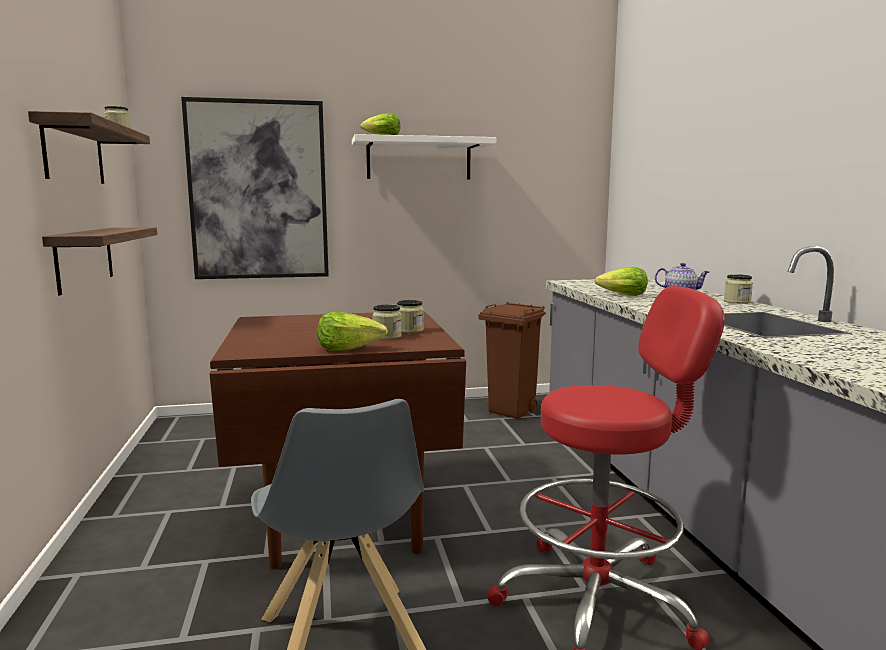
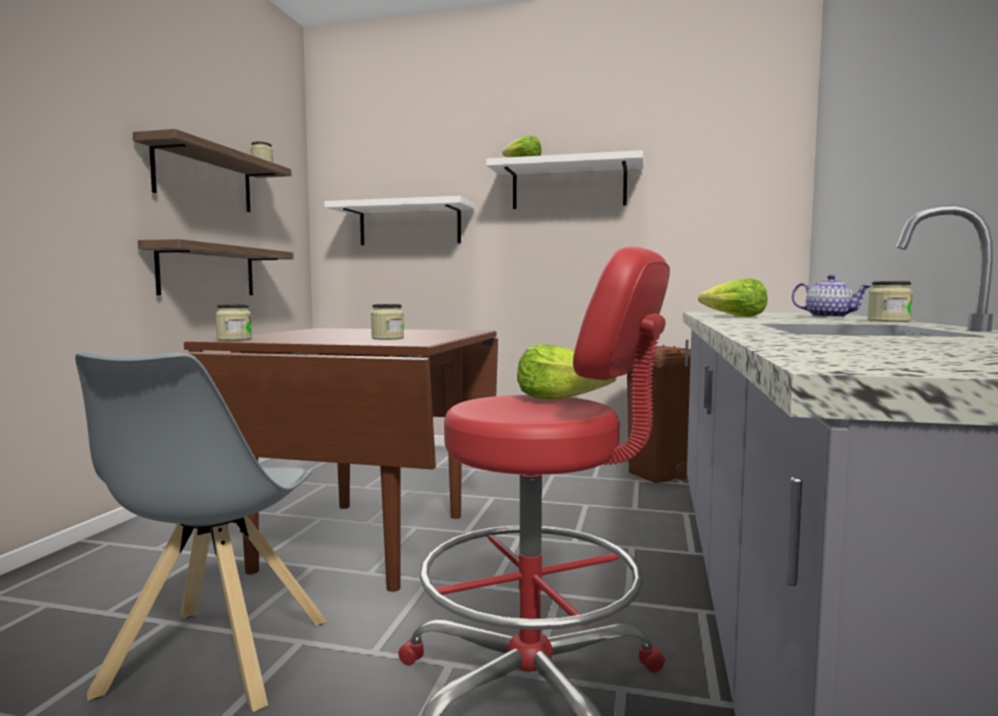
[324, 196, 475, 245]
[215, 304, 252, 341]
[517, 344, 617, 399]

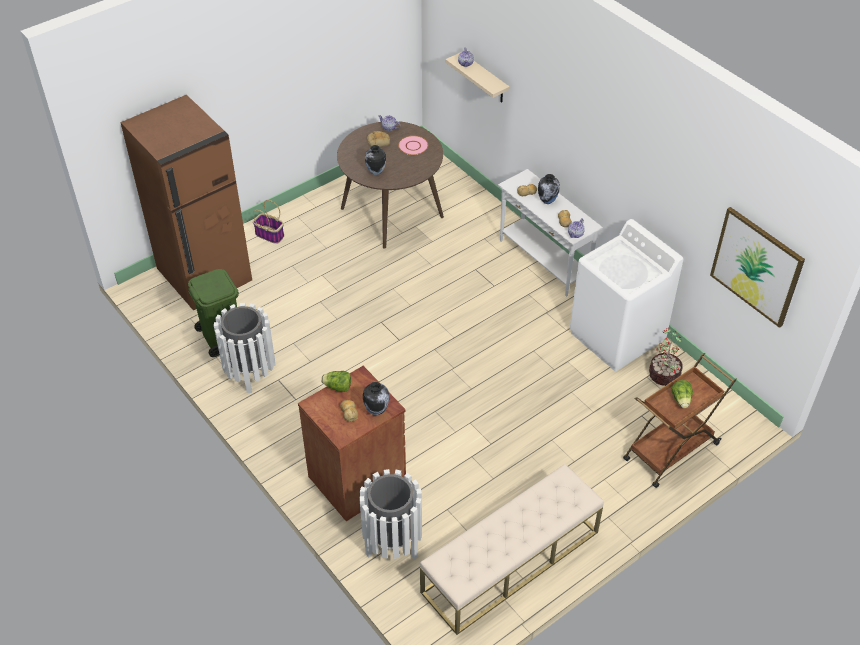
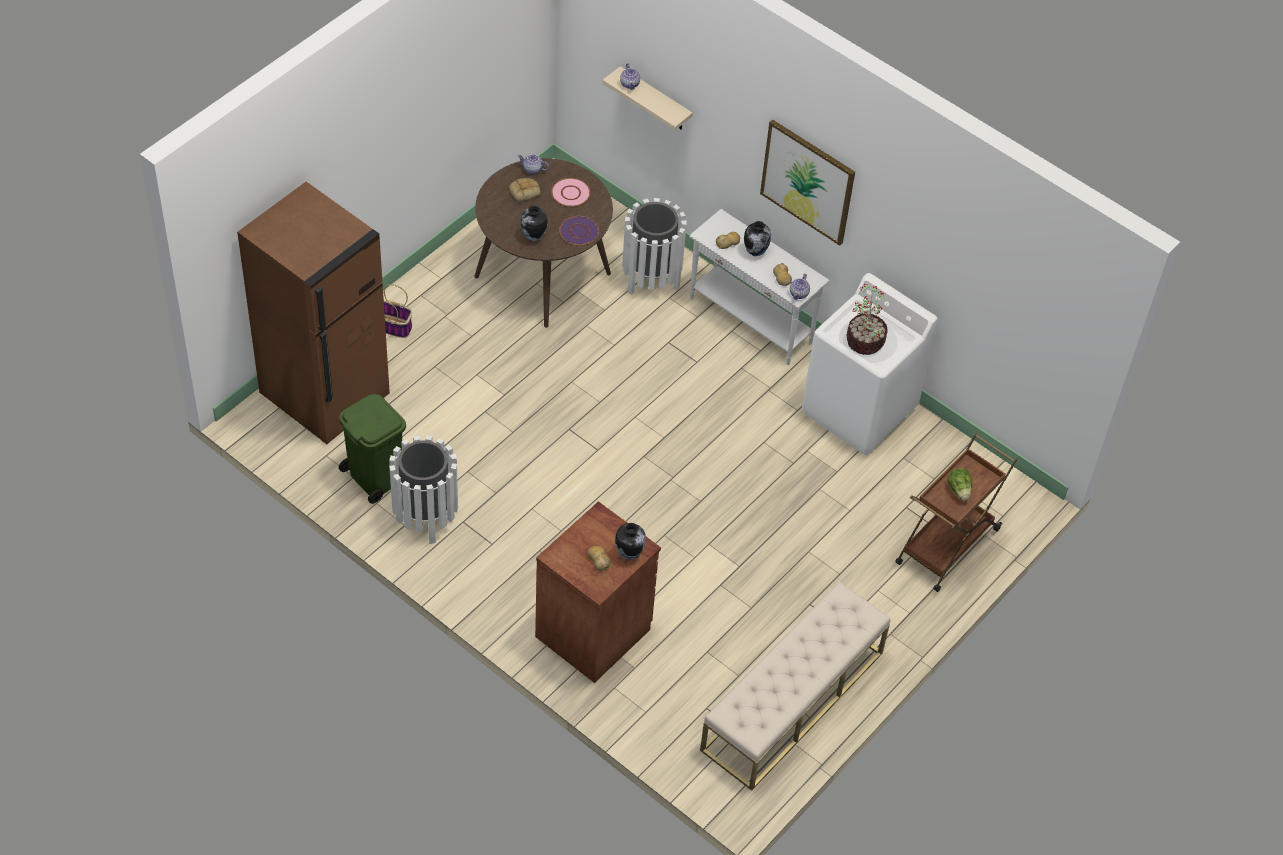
[760, 119, 855, 246]
[846, 284, 887, 355]
[321, 371, 351, 392] (first image)
[622, 198, 687, 295]
[559, 216, 599, 245]

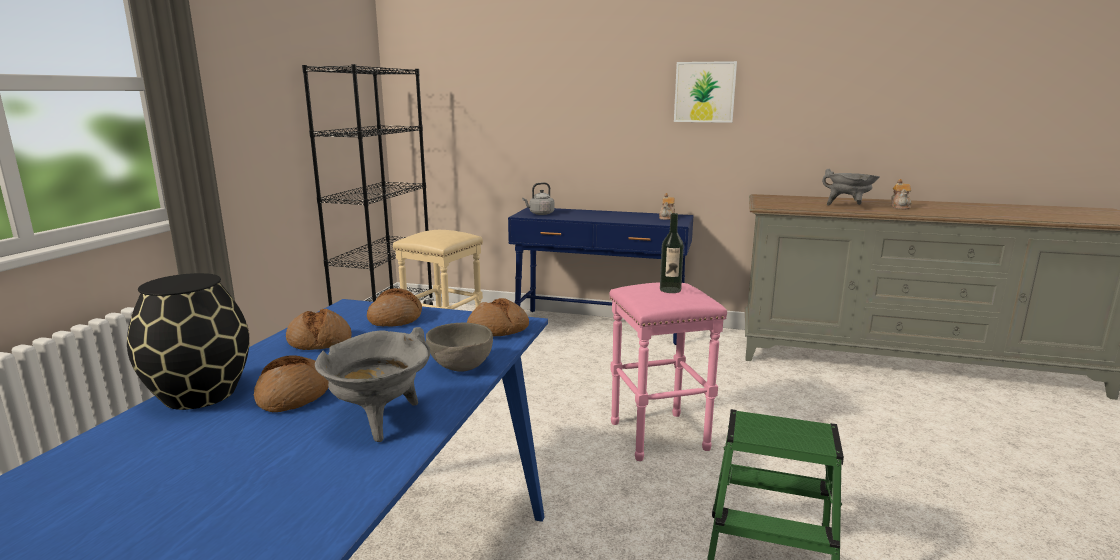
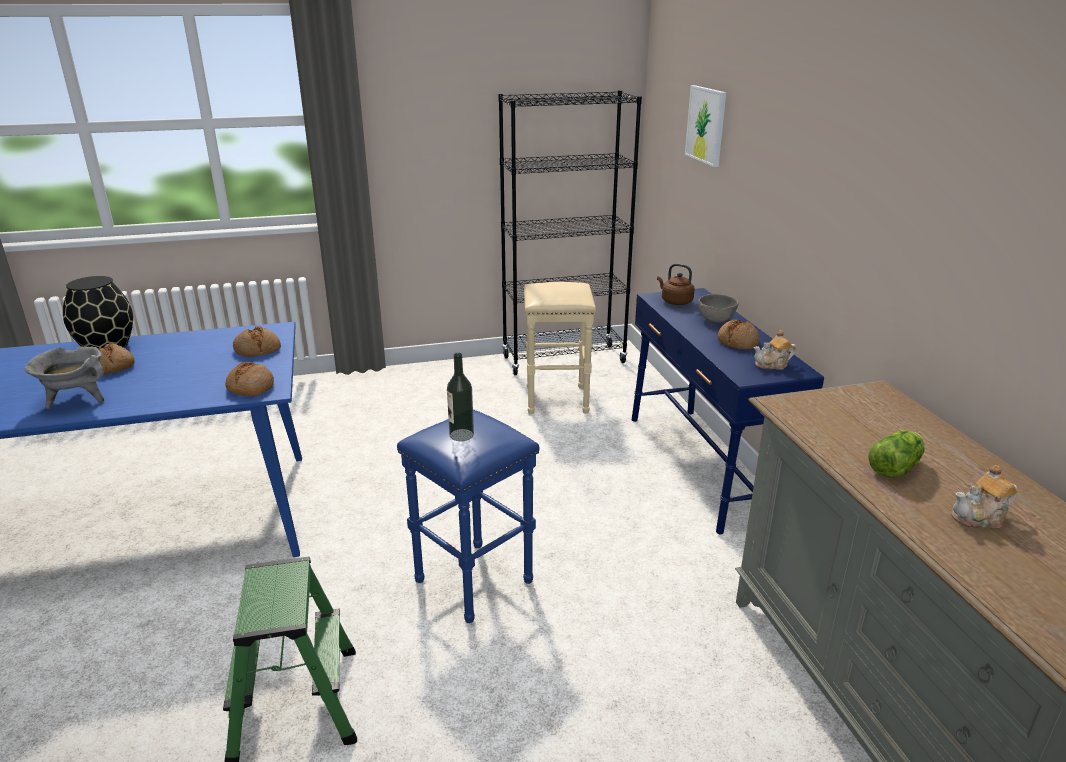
[685, 85, 726, 167]
[868, 430, 925, 478]
[657, 263, 695, 305]
[397, 409, 540, 623]
[718, 319, 760, 349]
[698, 294, 738, 323]

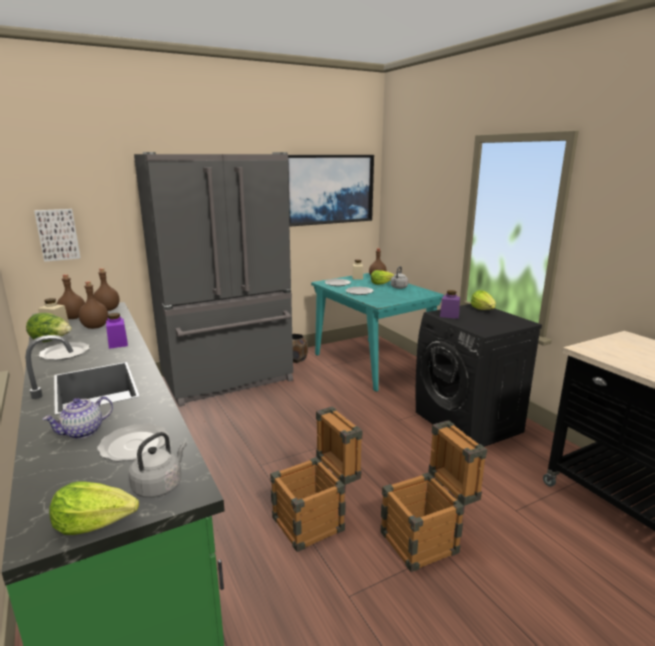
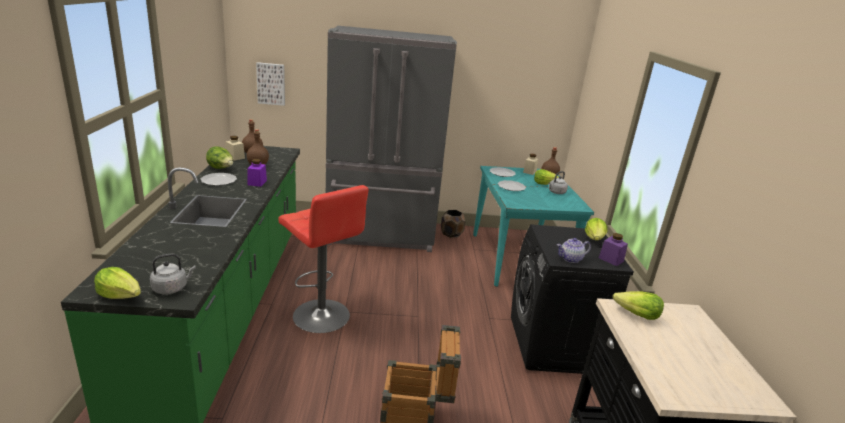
[288, 155, 374, 227] (first image)
[94, 268, 120, 311] (first image)
[599, 233, 628, 266]
[557, 238, 591, 263]
[270, 406, 363, 552] (first image)
[97, 424, 169, 461] (first image)
[278, 185, 369, 333]
[613, 291, 664, 320]

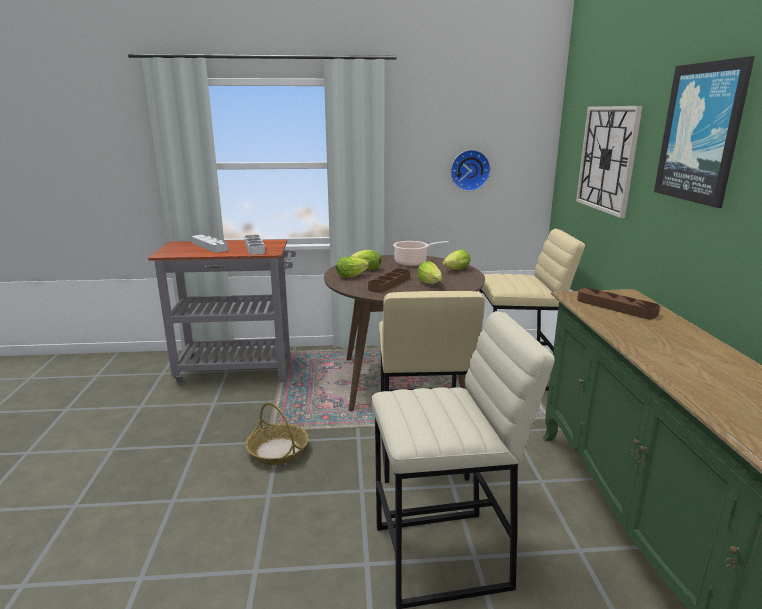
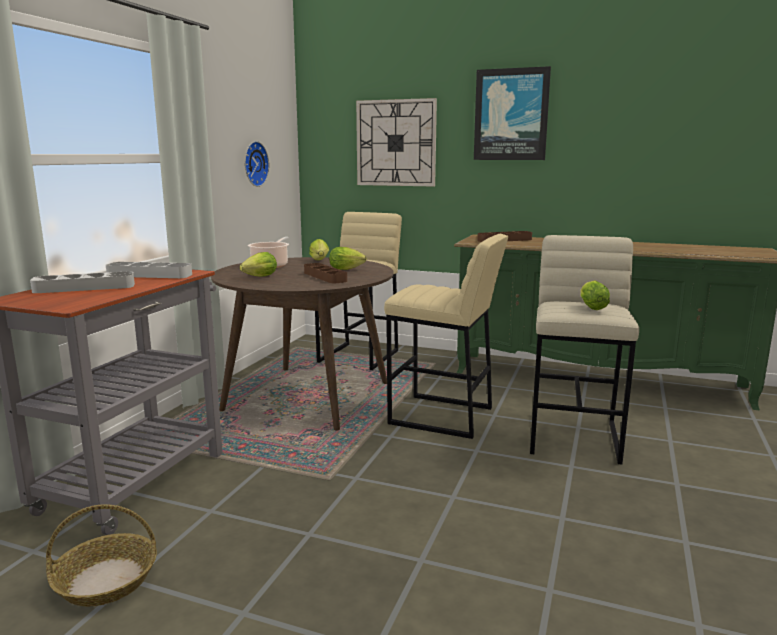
[580, 281, 610, 310]
[46, 504, 157, 607]

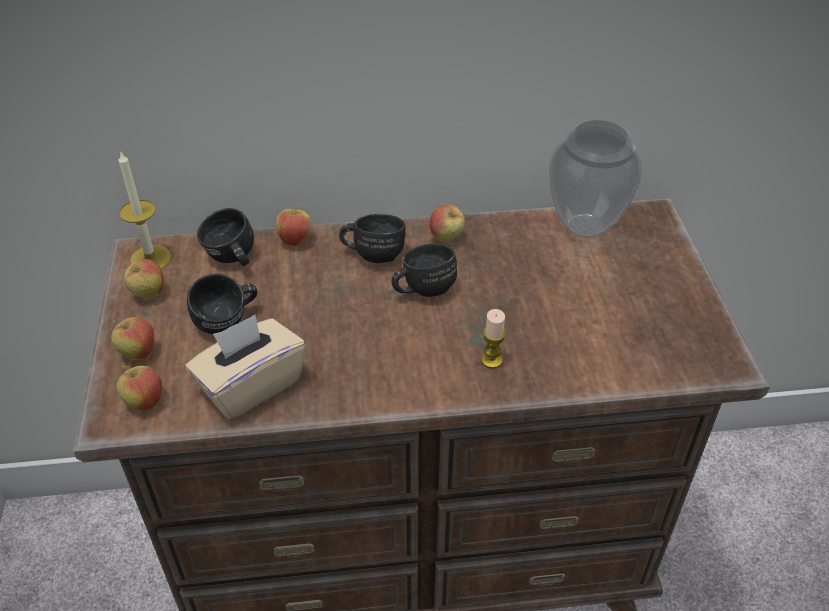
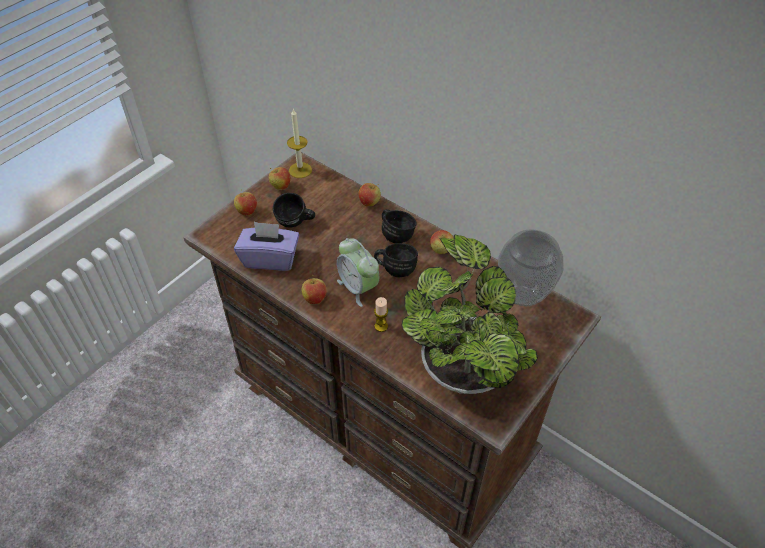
[197, 208, 254, 266] (first image)
[234, 222, 299, 271]
[302, 275, 327, 304]
[401, 235, 538, 394]
[337, 238, 379, 307]

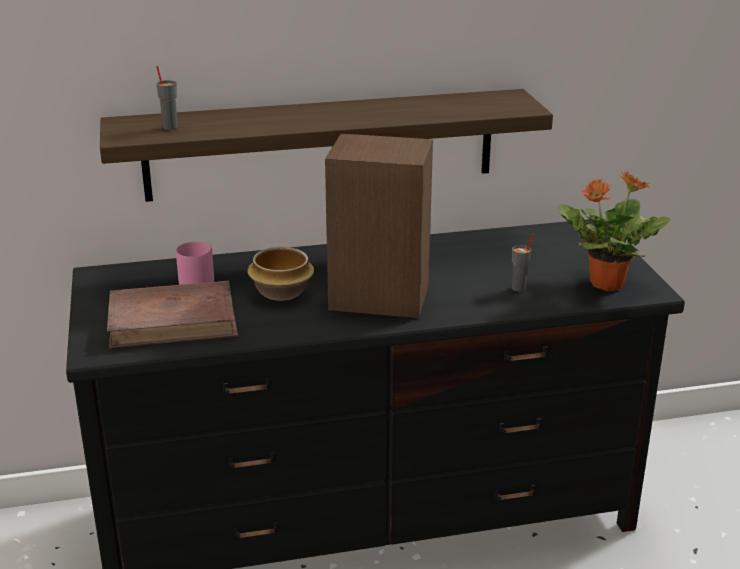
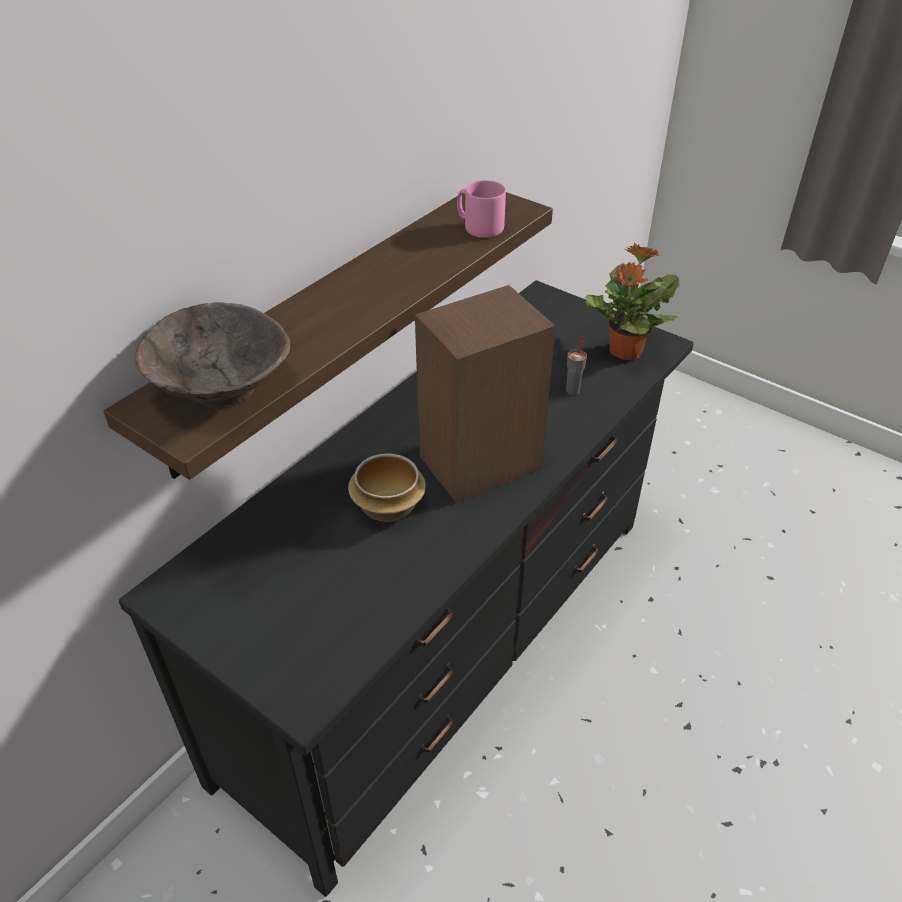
[135, 302, 290, 408]
[457, 180, 506, 238]
[107, 281, 238, 349] (first image)

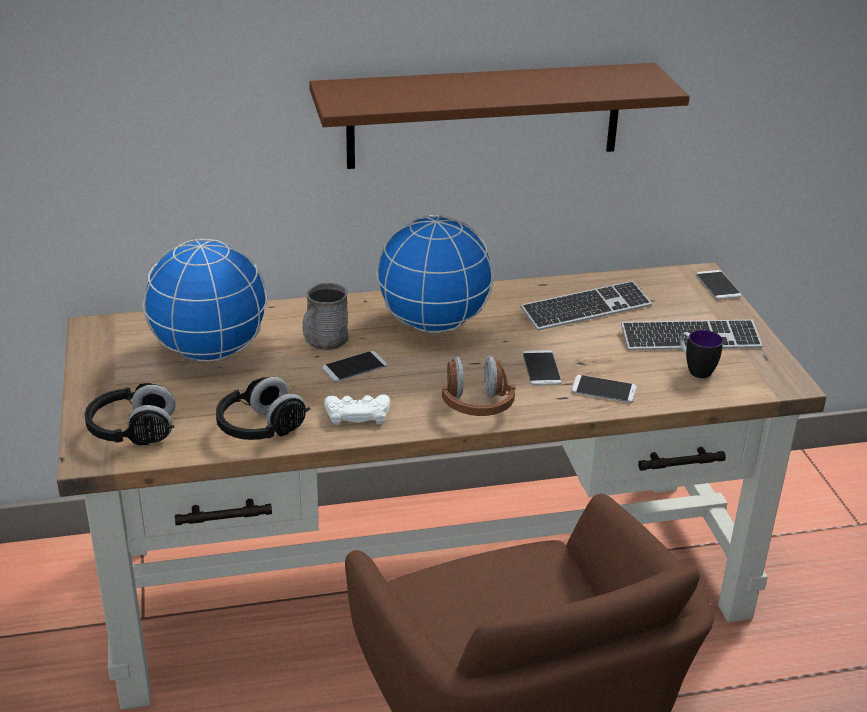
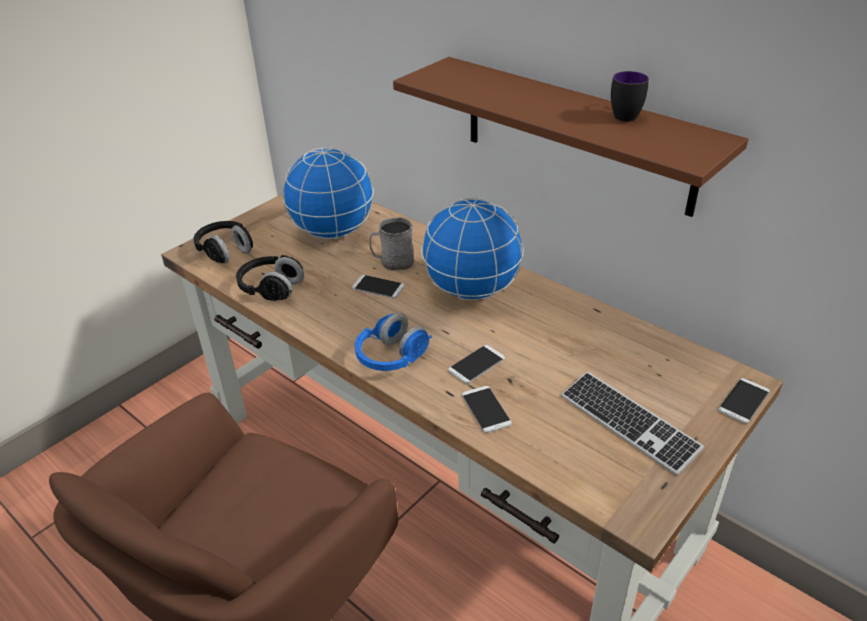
[520, 281, 652, 331] (first image)
[611, 71, 649, 122]
[355, 313, 432, 371]
[324, 395, 390, 425] (first image)

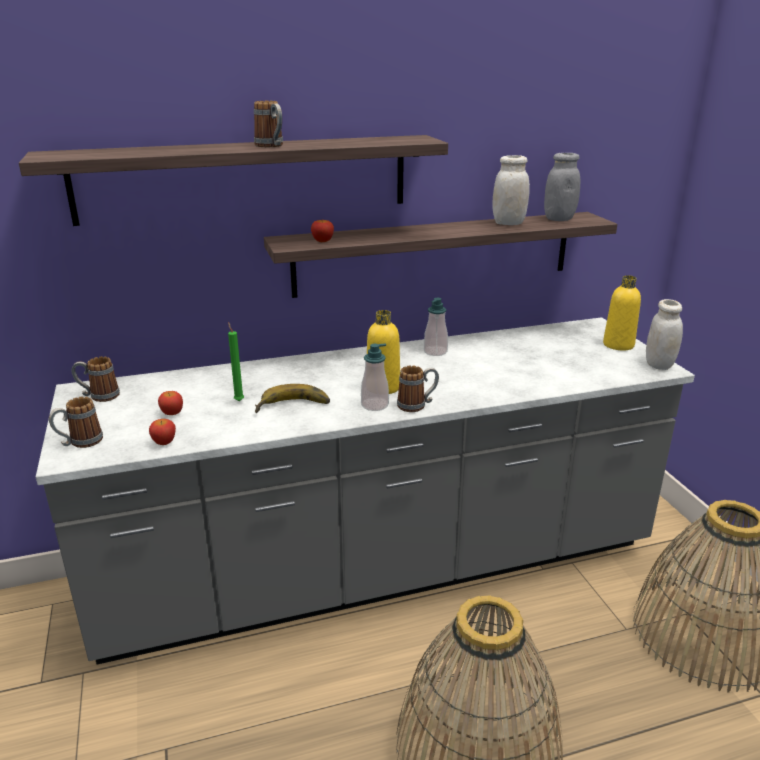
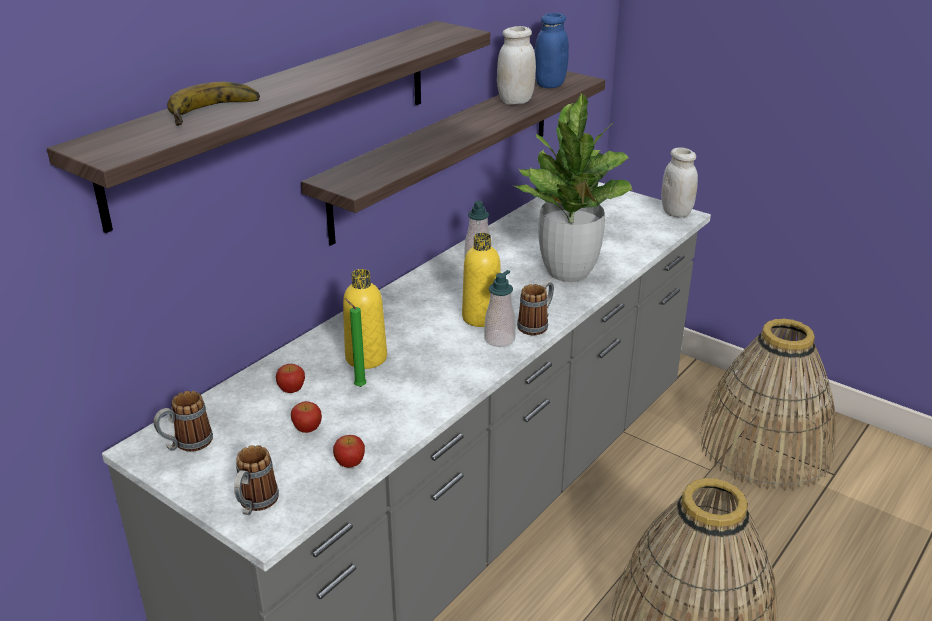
[254, 101, 283, 147] (first image)
[535, 13, 569, 88]
[276, 364, 305, 393]
[343, 269, 387, 369]
[167, 82, 260, 126]
[513, 93, 633, 282]

